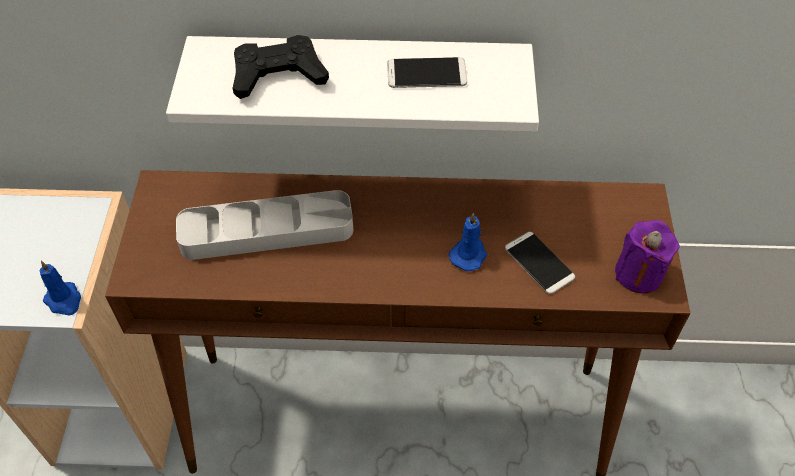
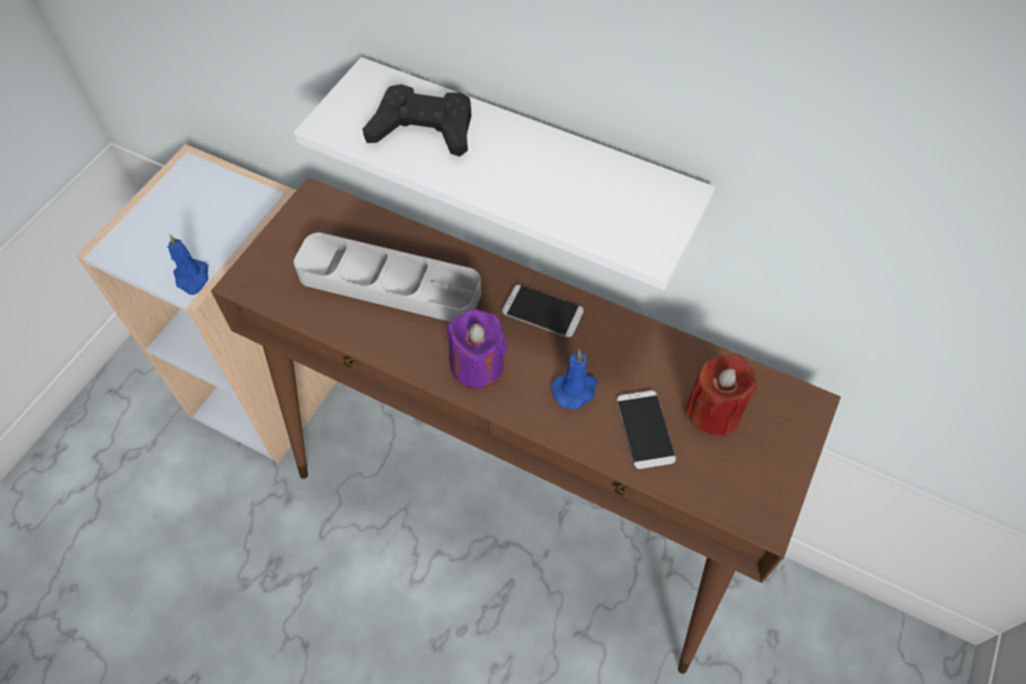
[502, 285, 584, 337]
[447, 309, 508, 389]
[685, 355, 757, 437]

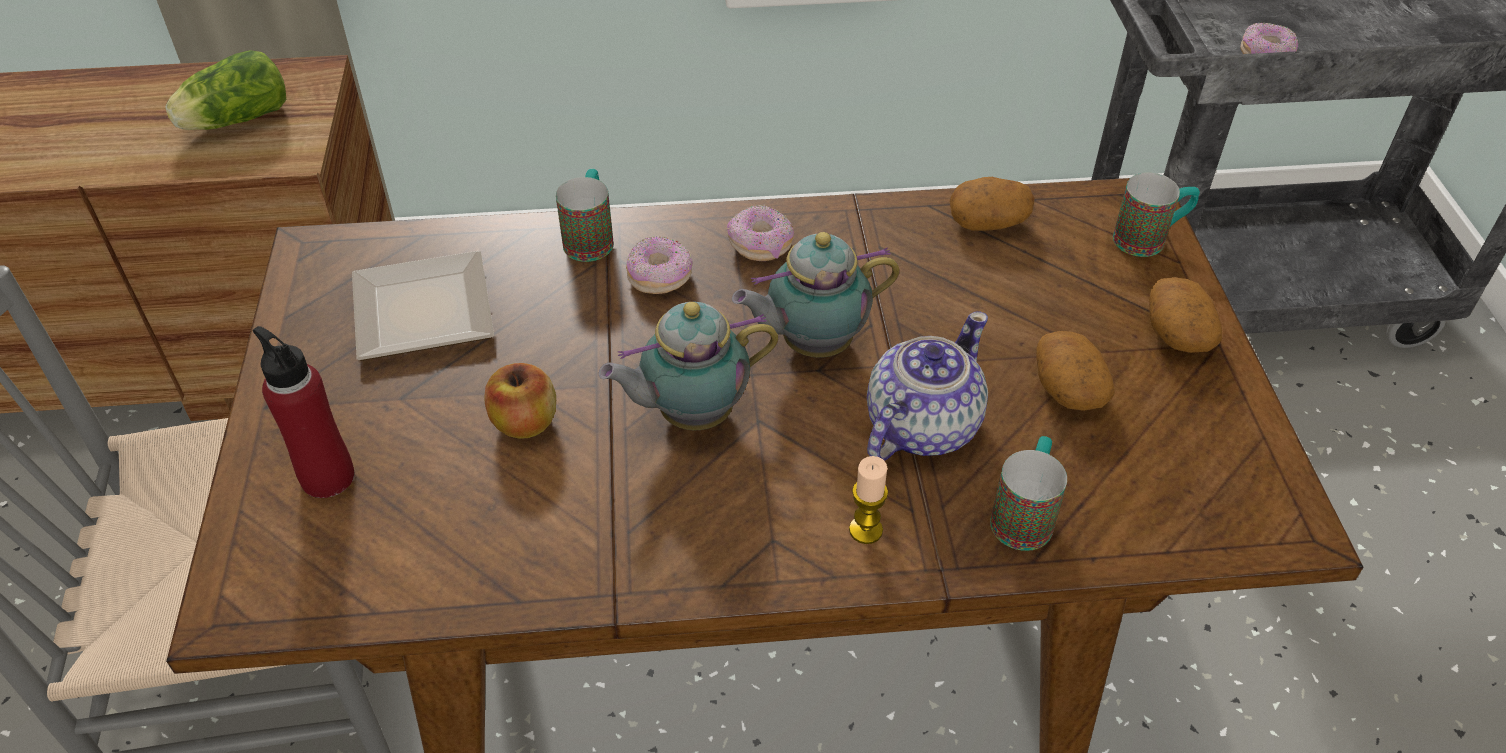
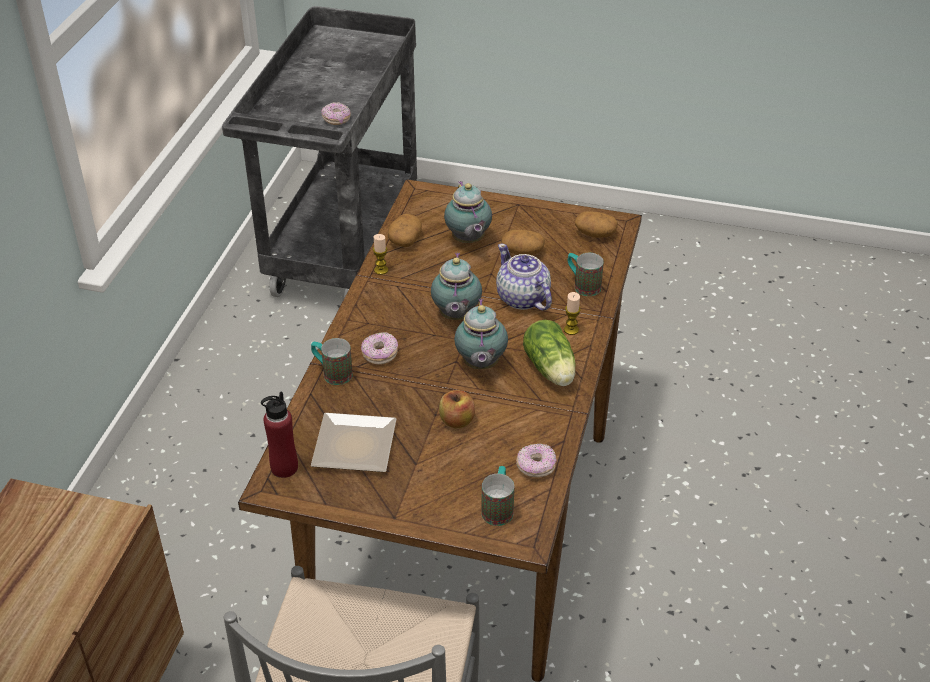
[523, 320, 576, 386]
[481, 466, 514, 526]
[516, 444, 557, 478]
[575, 211, 618, 238]
[261, 391, 298, 478]
[444, 181, 492, 243]
[373, 234, 388, 275]

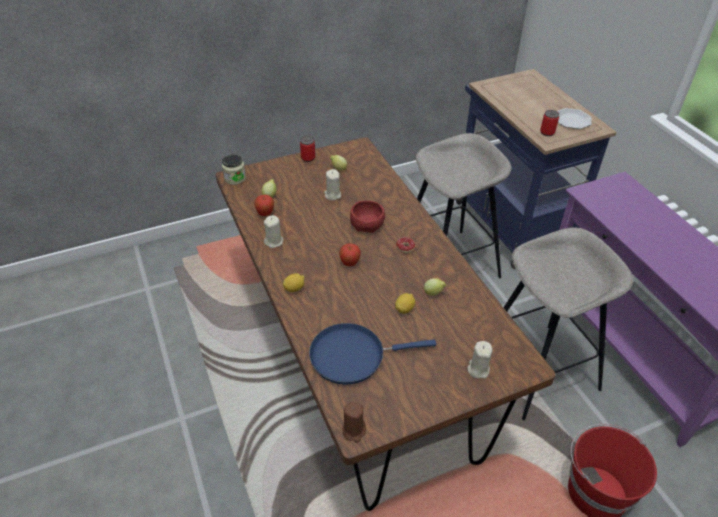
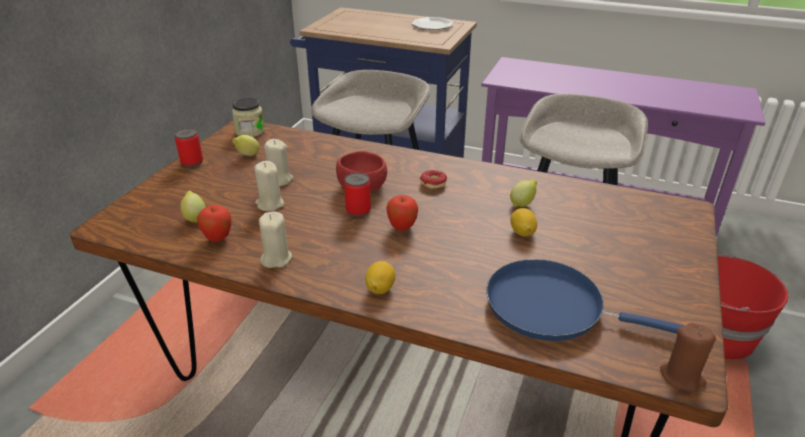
[344, 173, 371, 217]
[232, 98, 265, 137]
[486, 259, 685, 341]
[254, 161, 284, 211]

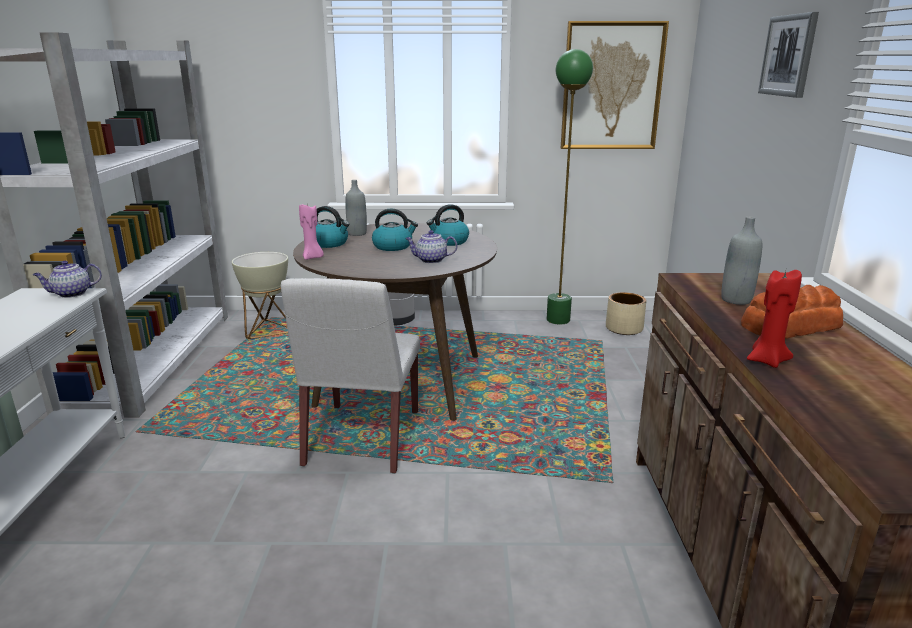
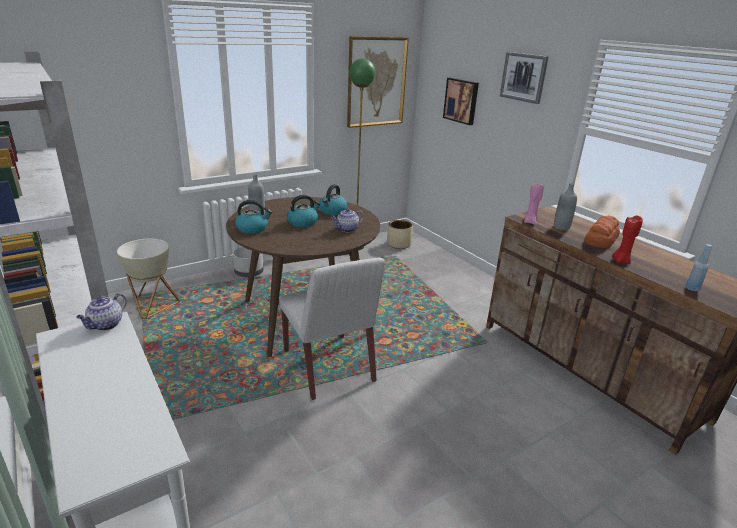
[524, 184, 544, 225]
[443, 78, 479, 125]
[686, 244, 712, 291]

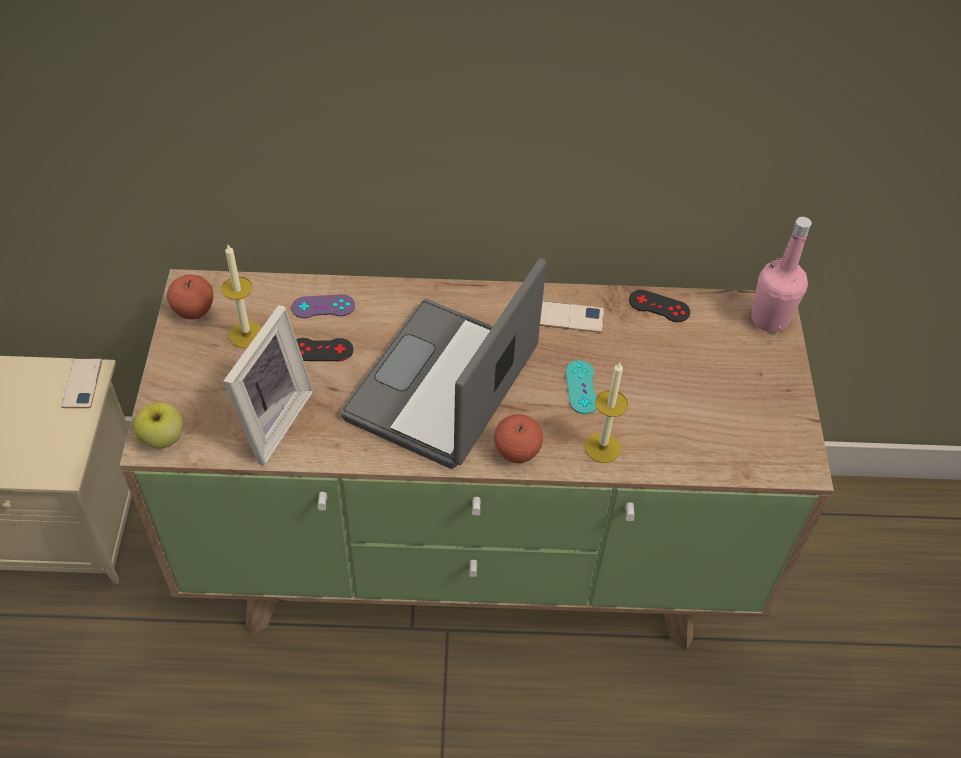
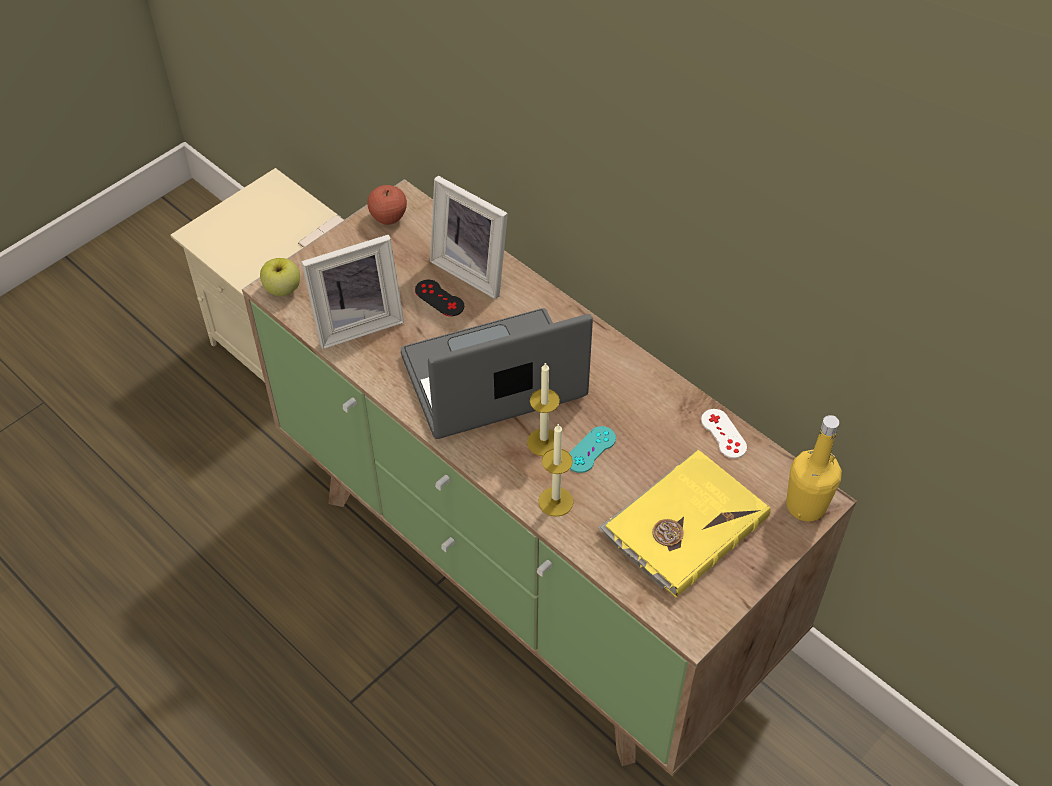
[786, 415, 842, 522]
[527, 362, 560, 456]
[701, 409, 747, 458]
[430, 176, 508, 299]
[540, 301, 604, 333] (first image)
[494, 414, 543, 463] (first image)
[598, 450, 770, 597]

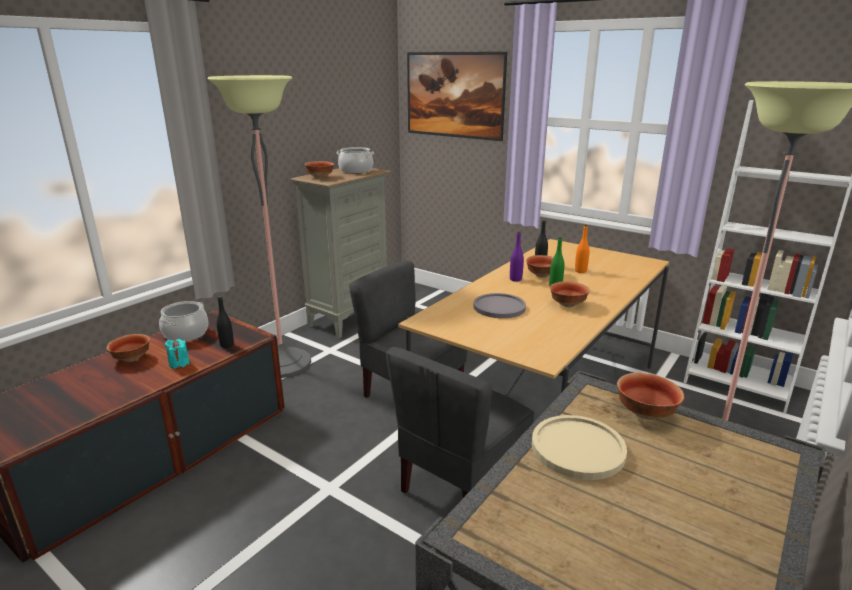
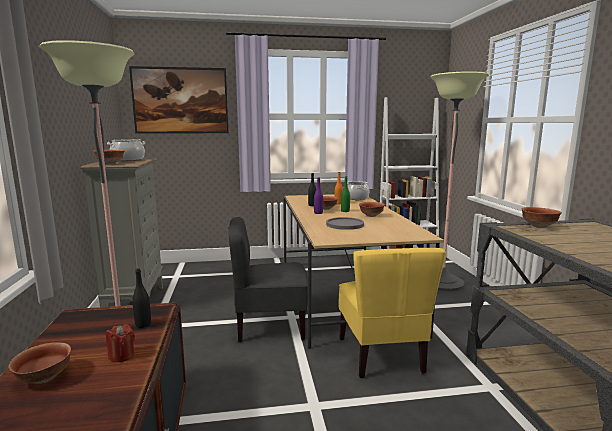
[347, 181, 369, 200]
[106, 324, 135, 362]
[339, 248, 446, 378]
[532, 415, 627, 480] (first image)

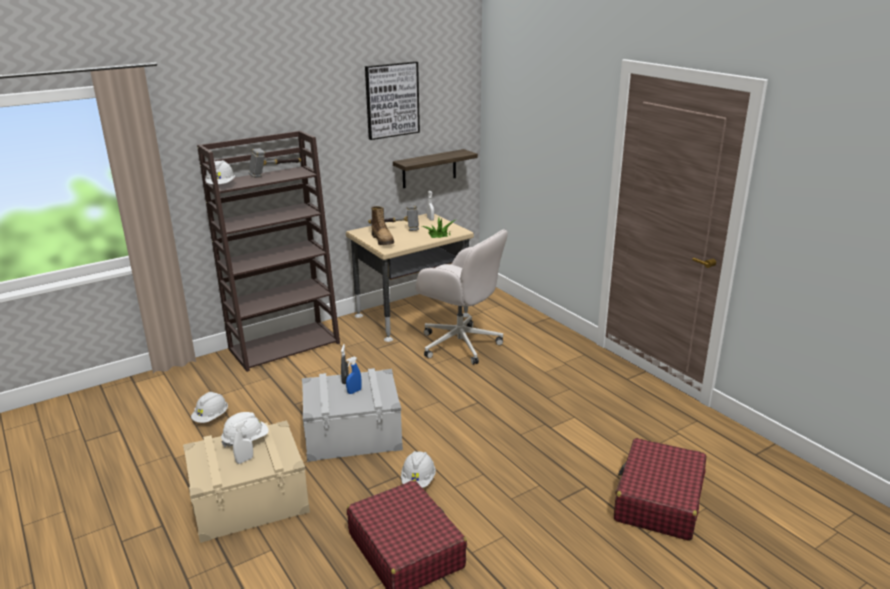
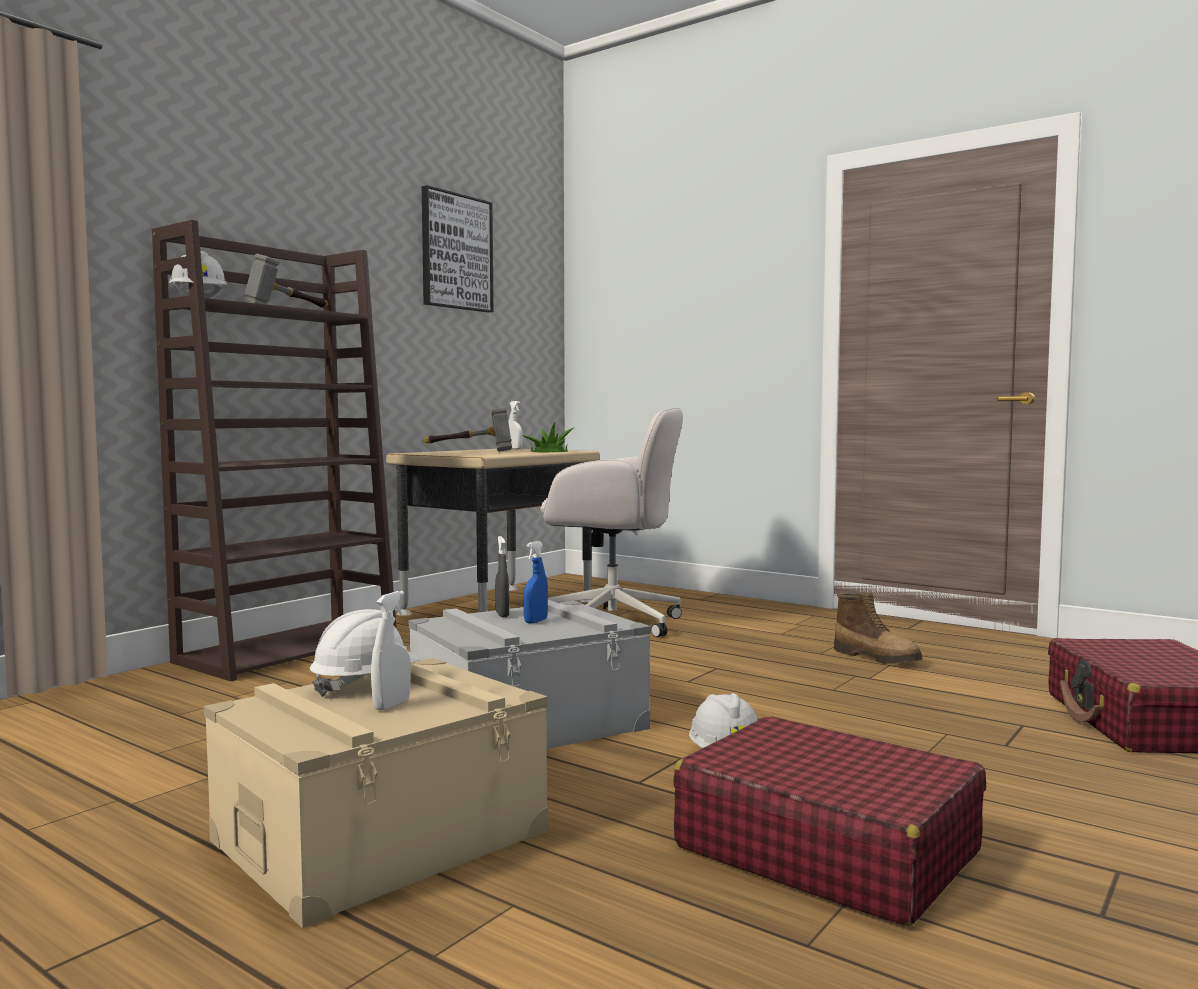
[393, 149, 478, 188] (first image)
[834, 593, 923, 664]
[191, 392, 228, 423] (first image)

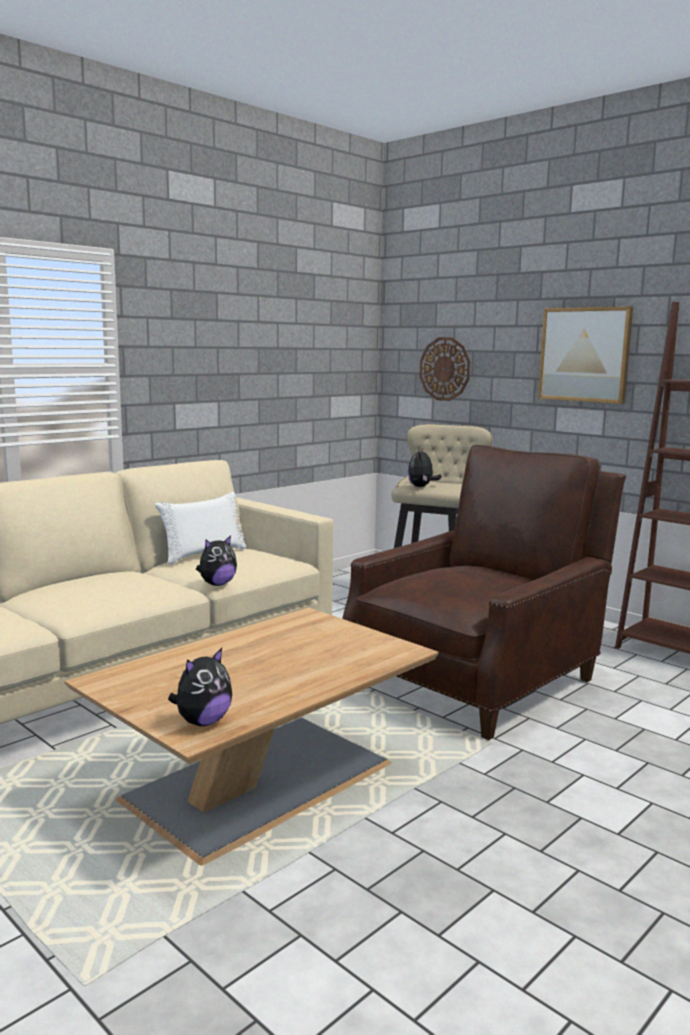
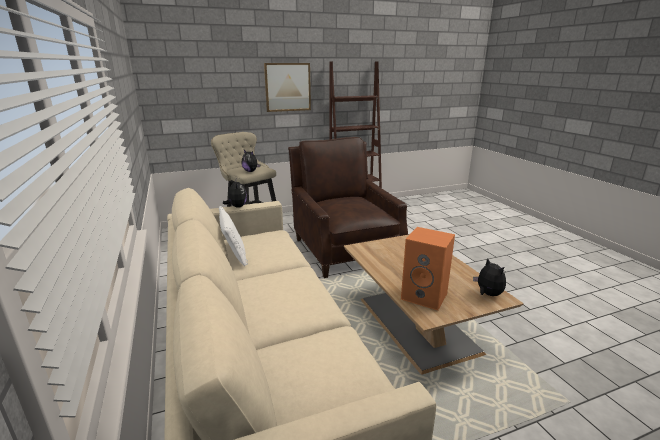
[419, 337, 470, 401] (first image)
[223, 181, 247, 208]
[401, 227, 455, 311]

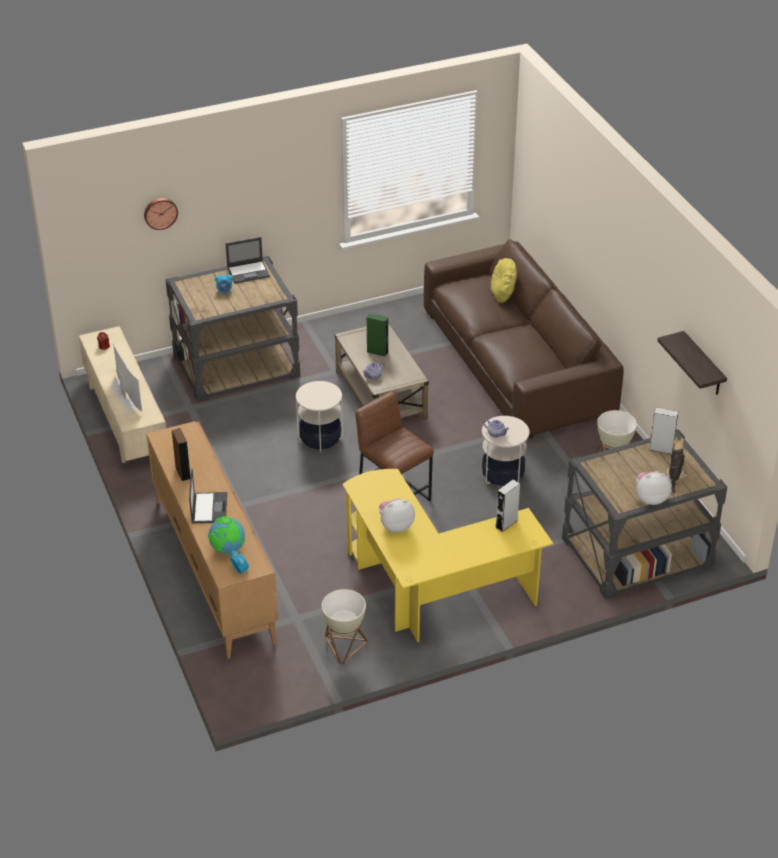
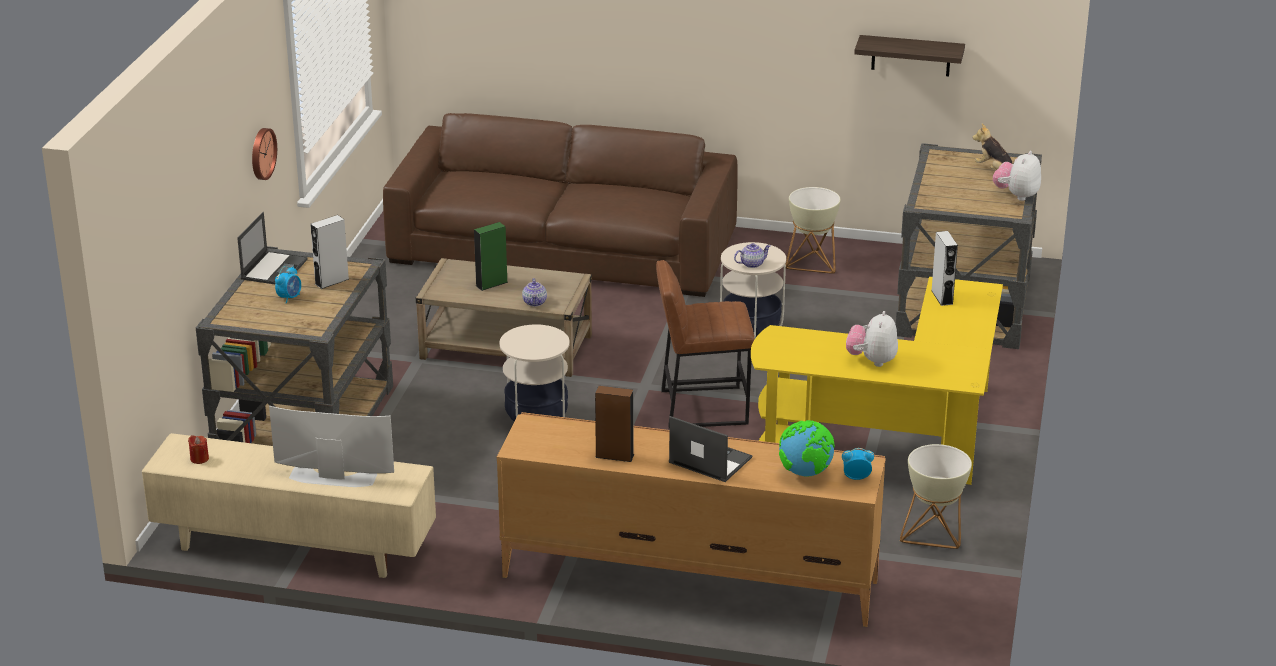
[252, 128, 277, 180]
[491, 258, 517, 303] (first image)
[310, 215, 349, 289]

